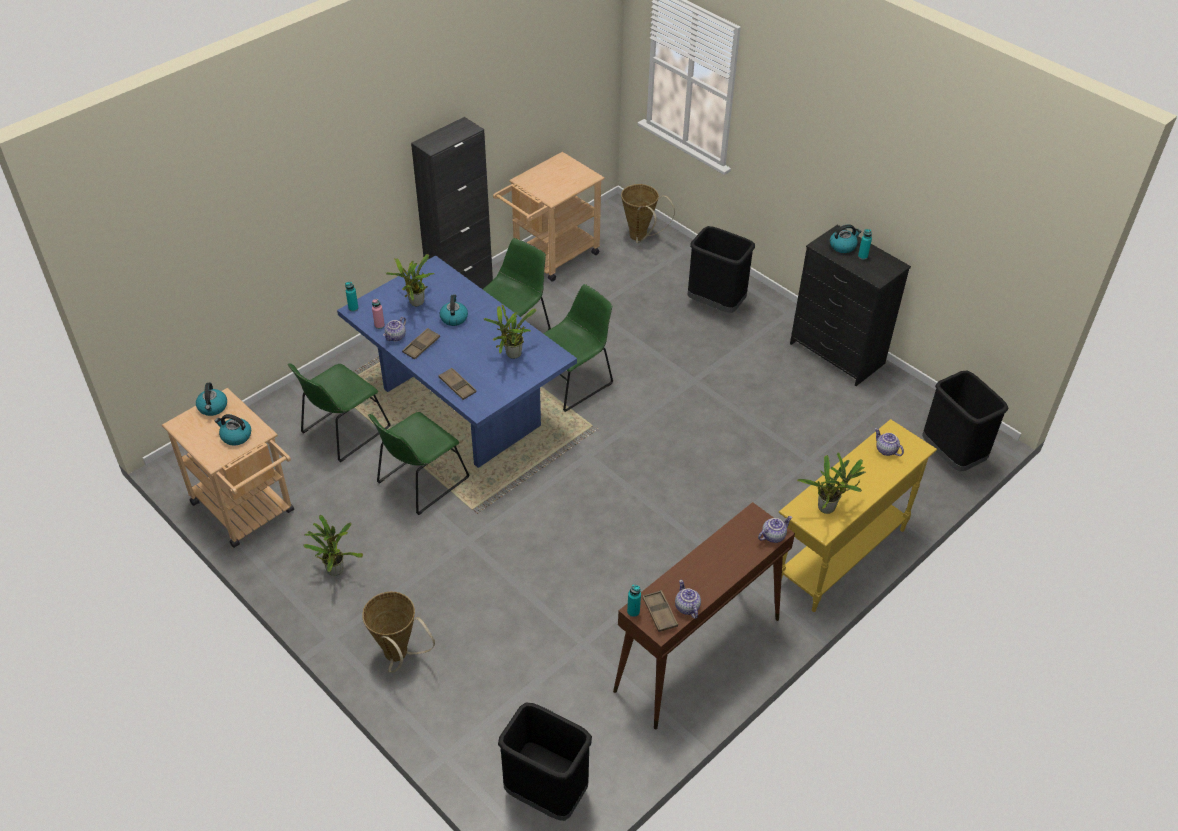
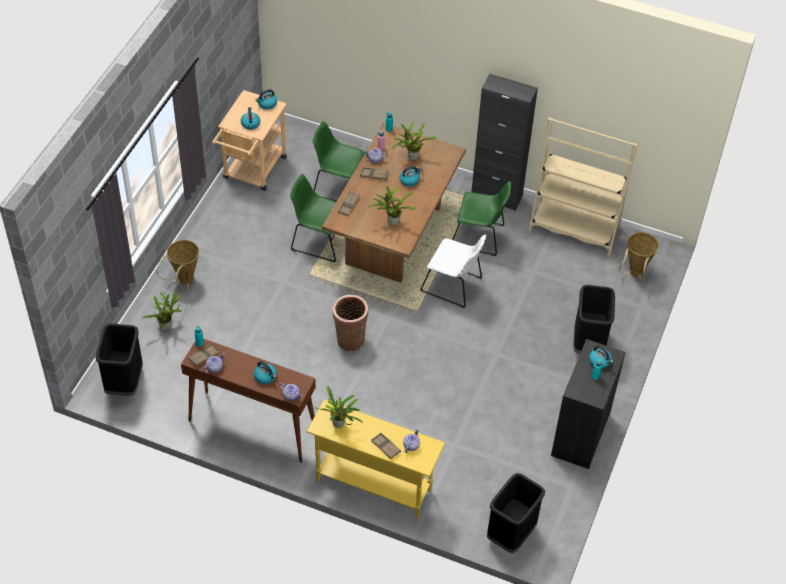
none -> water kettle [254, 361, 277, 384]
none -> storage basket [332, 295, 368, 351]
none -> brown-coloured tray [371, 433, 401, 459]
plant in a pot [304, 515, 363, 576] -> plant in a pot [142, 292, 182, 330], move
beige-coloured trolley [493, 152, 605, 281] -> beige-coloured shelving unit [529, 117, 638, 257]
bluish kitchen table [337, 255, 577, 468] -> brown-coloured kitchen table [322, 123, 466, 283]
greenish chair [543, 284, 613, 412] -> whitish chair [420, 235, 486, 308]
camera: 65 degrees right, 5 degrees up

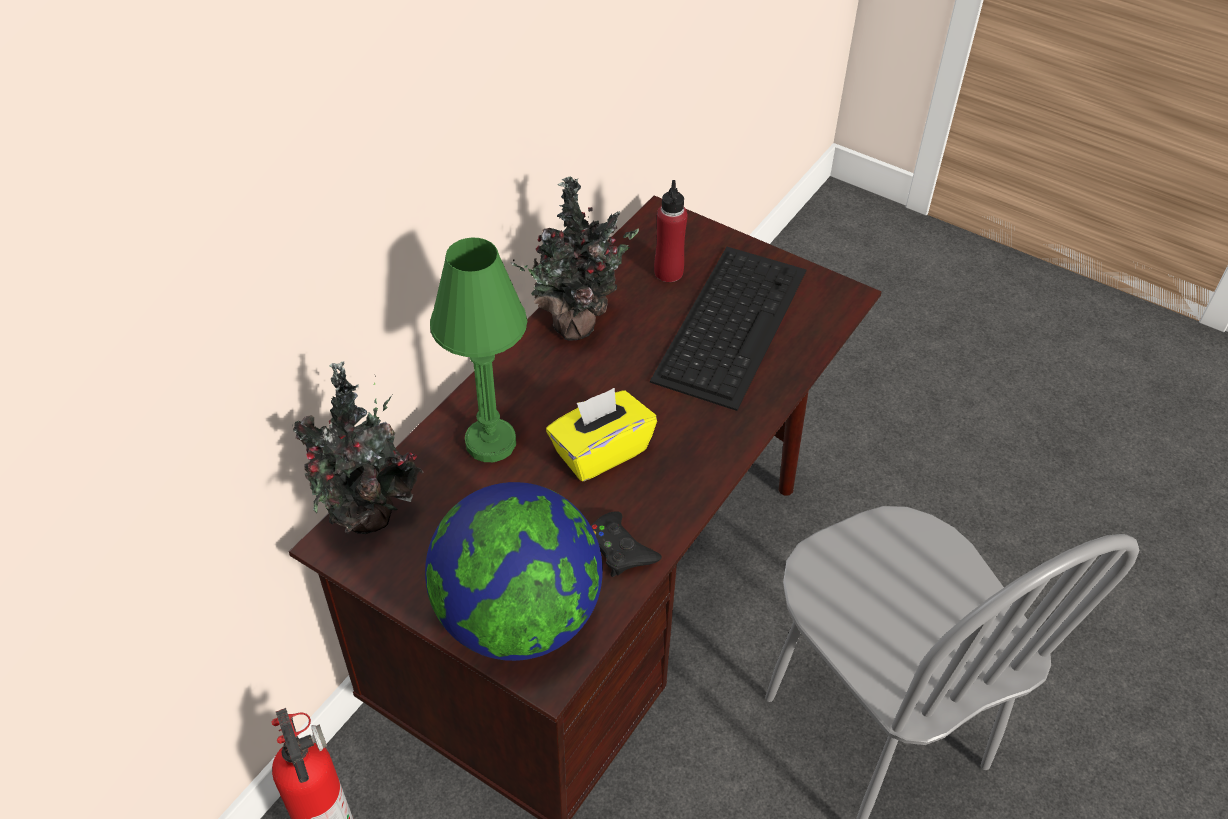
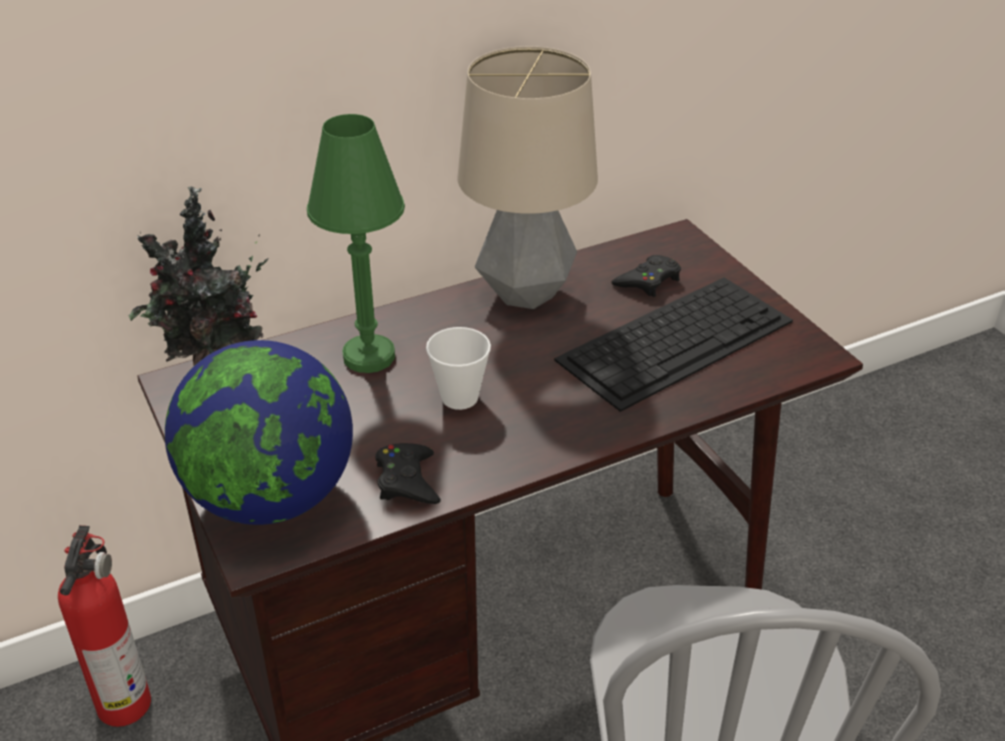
plant in a pot [511, 177, 639, 341] -> tabletop lamp [458, 46, 598, 309]
yellow tissue holder [546, 388, 657, 482] -> small cup [426, 327, 491, 410]
red-coloured drink bottle [654, 180, 688, 282] -> black-coloured joypad [611, 255, 681, 297]
camera: 30 degrees right, 10 degrees down

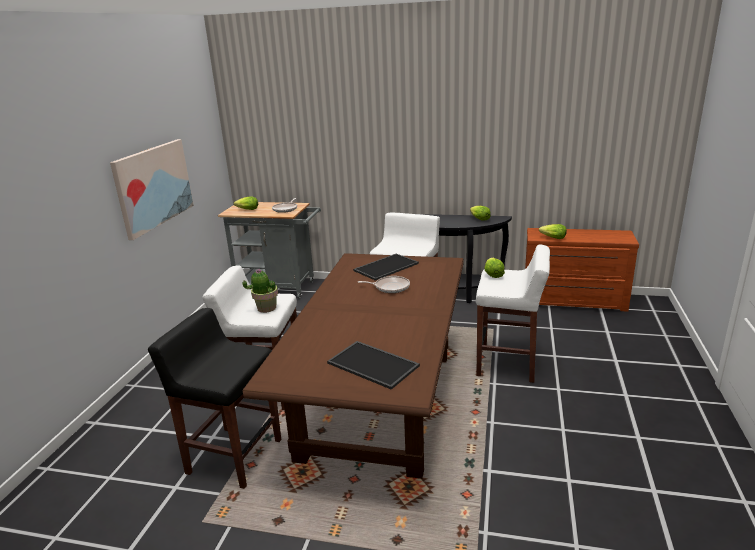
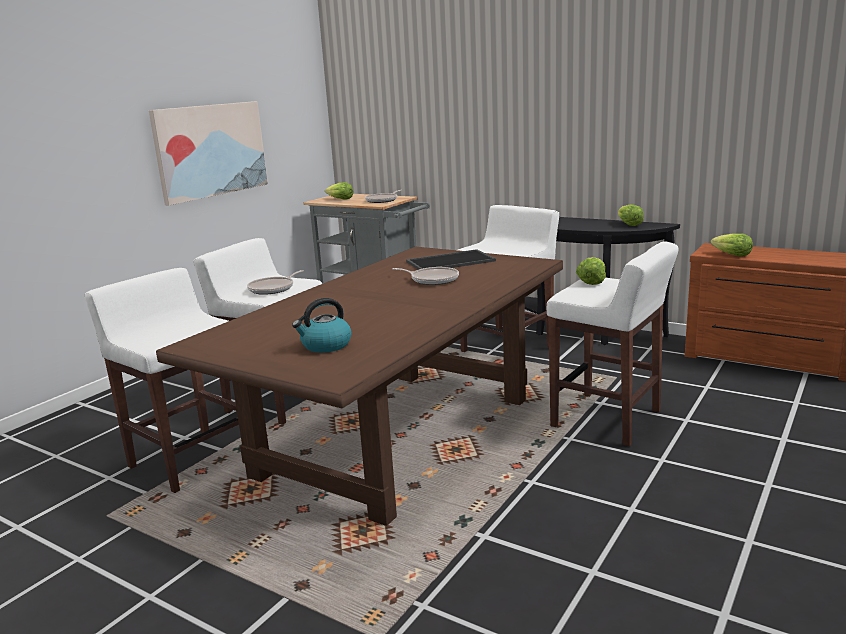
plant in a pot [243, 269, 278, 313] -> frying pan [247, 270, 304, 295]
tray [327, 341, 420, 390] -> water kettle [292, 298, 352, 353]
black-coloured stool seat [148, 308, 281, 489] -> whitish stool seat [84, 268, 239, 493]
camera: 20 degrees right, 5 degrees down

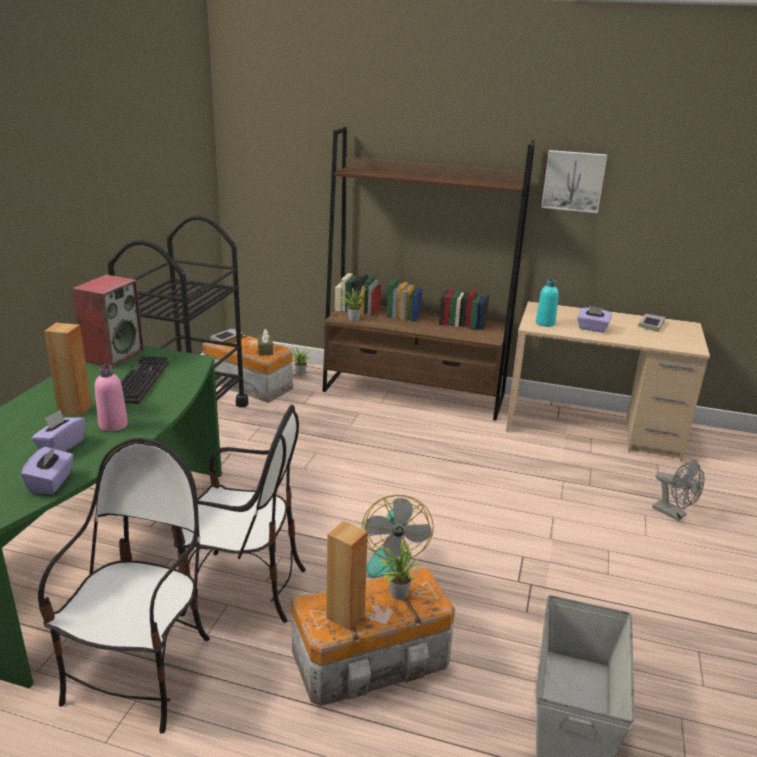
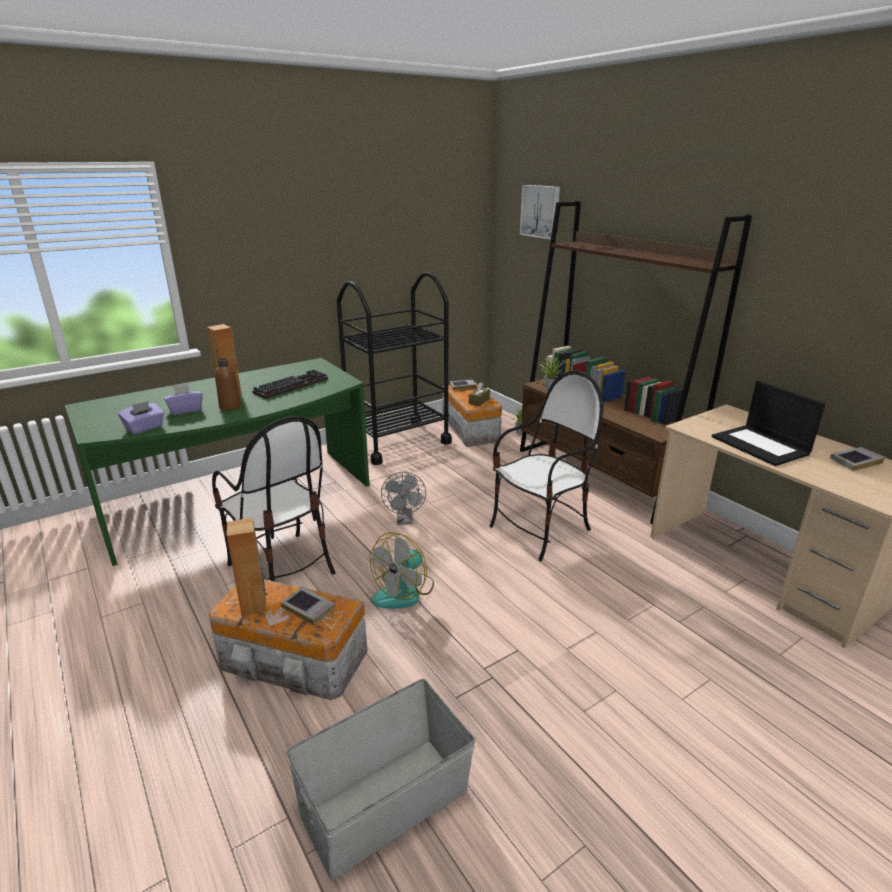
loudspeaker [72, 275, 144, 369] -> none
blue-green drink bottle [536, 279, 559, 327] -> none
chair [38, 438, 210, 734] -> chair [489, 370, 604, 561], move
wall art [541, 150, 607, 213] -> wall art [520, 185, 560, 240], move
greyish fan [652, 460, 705, 521] -> greyish fan [381, 472, 426, 525], move
plant in a pot [378, 538, 420, 600] -> volume [281, 587, 335, 625]
purple tissue holder [578, 306, 612, 333] -> notebook computer [712, 381, 825, 466]
pink drink bottle [95, 365, 128, 432] -> brown-coloured drink bottle [215, 358, 241, 411]
camera: 40 degrees right, 0 degrees up

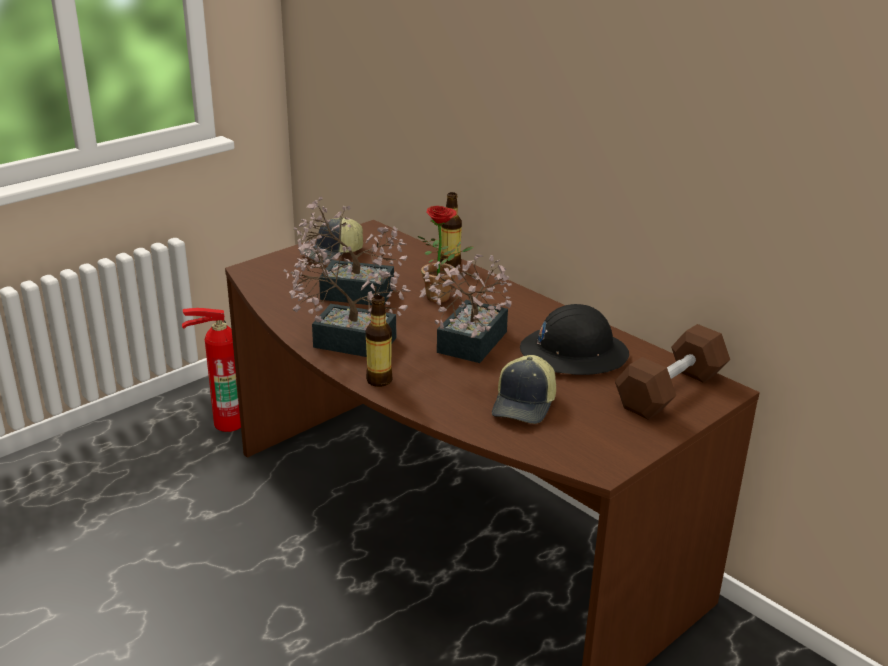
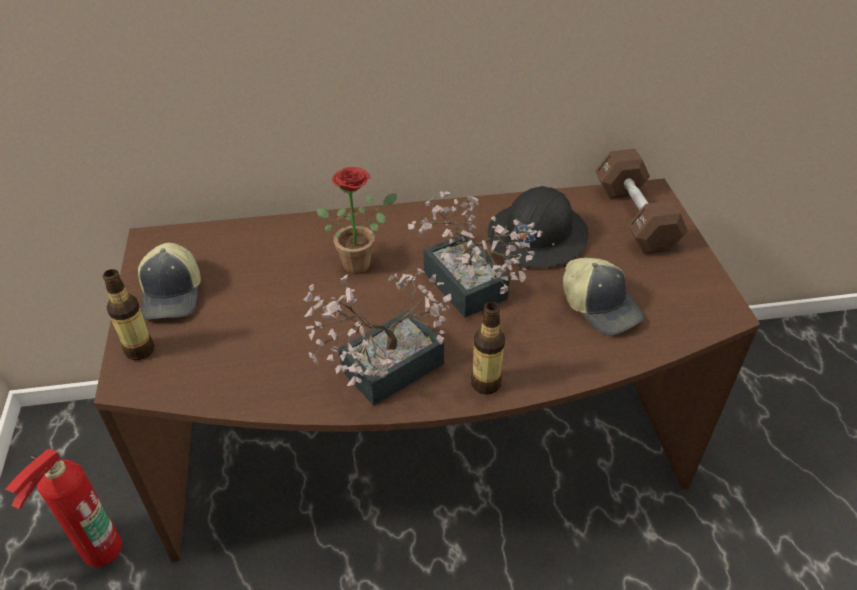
plant in a pot [294, 196, 408, 305] -> none
drink bottle [440, 192, 462, 268] -> drink bottle [102, 269, 154, 360], move
camera: 55 degrees left, 15 degrees up

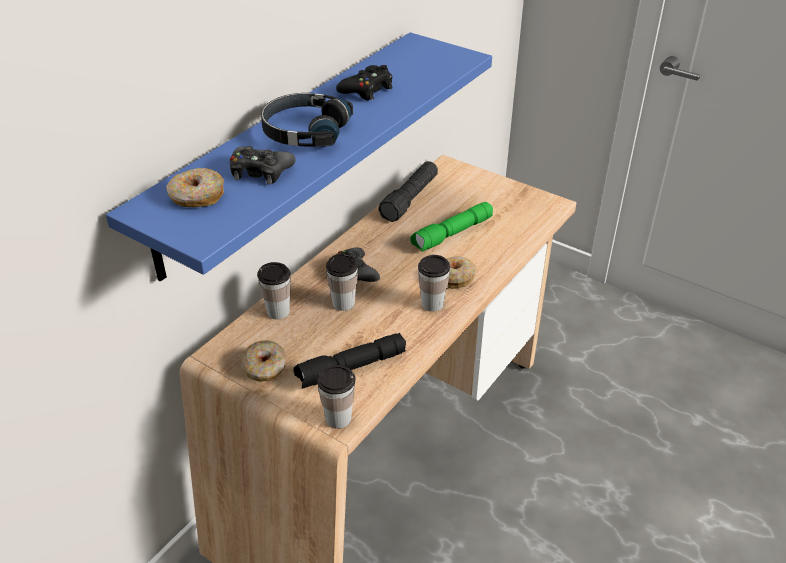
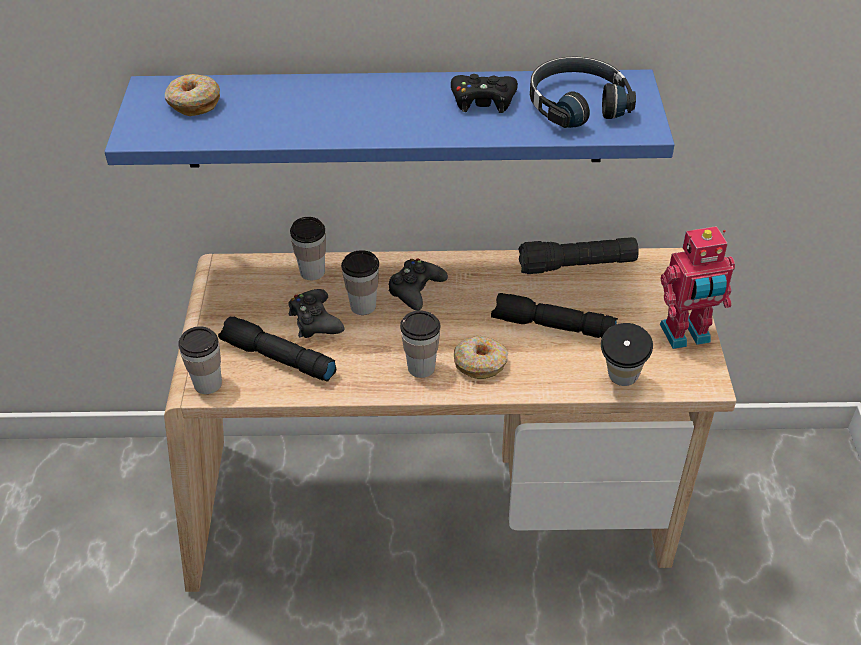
ring doughnut [241, 340, 286, 382] -> none
none -> small cup [601, 323, 653, 386]
none -> toy robot [660, 226, 735, 349]
black-coloured joypad [230, 146, 296, 185] -> black-coloured joypad [289, 289, 344, 338], move
black-coloured pair of headphones [261, 93, 353, 146] -> black-coloured pair of headphones [530, 57, 636, 128], move
greenish hand torch [410, 202, 493, 252] -> black-coloured hand torch [491, 293, 618, 338]
camera: 55 degrees right, 5 degrees up

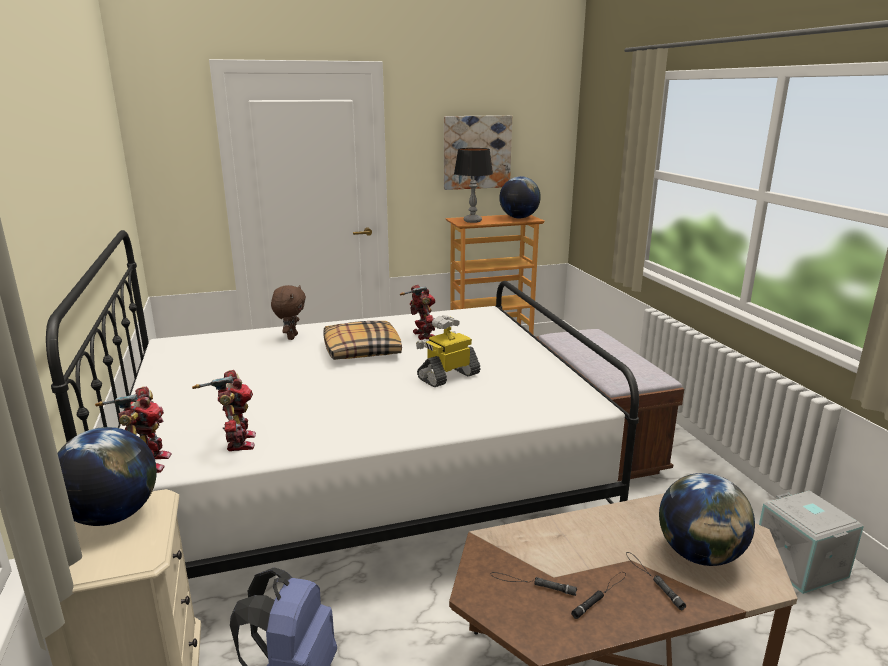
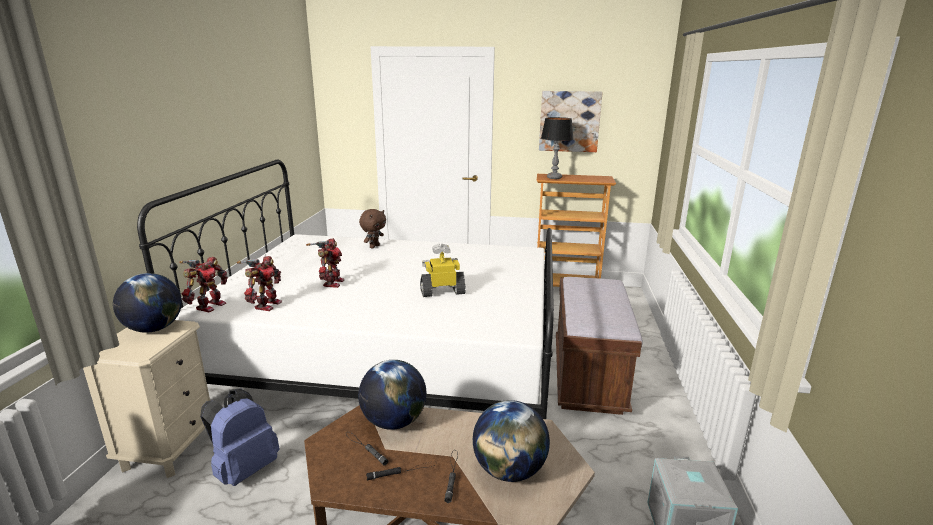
throw pillow [323, 321, 402, 360] -> none
toy robot [400, 285, 435, 340] -> toy robot [306, 238, 344, 288], move
desk globe [499, 176, 541, 218] -> desk globe [358, 360, 427, 430], move
camera: 25 degrees right, 0 degrees up

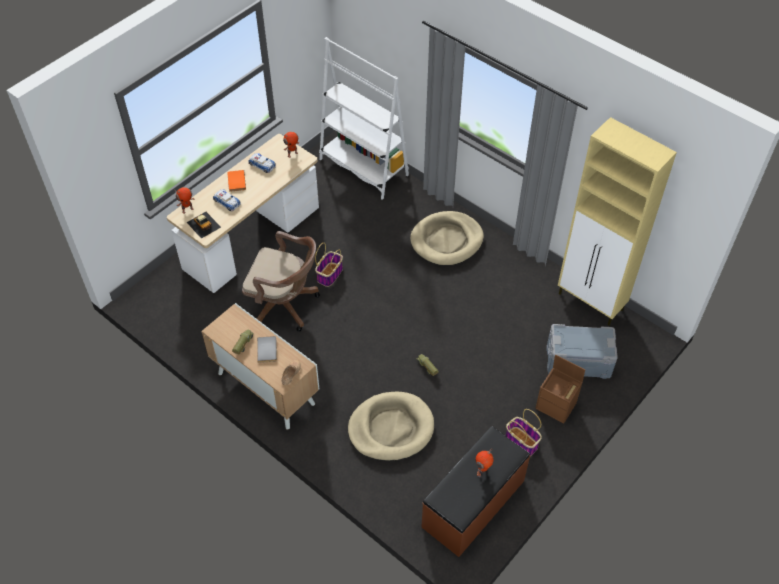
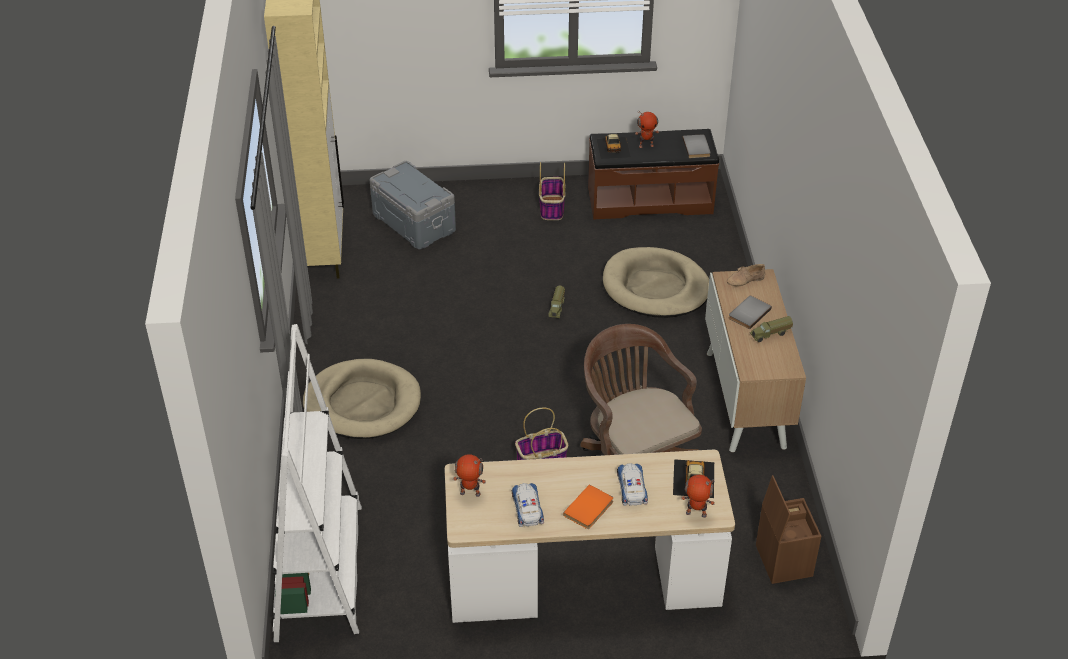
none -> miniature car [596, 134, 631, 159]
none -> greyish volume [682, 134, 711, 158]
brown-coloured storage box [535, 354, 585, 424] -> brown-coloured storage box [756, 475, 821, 584], move
camera: 135 degrees left, 10 degrees down

